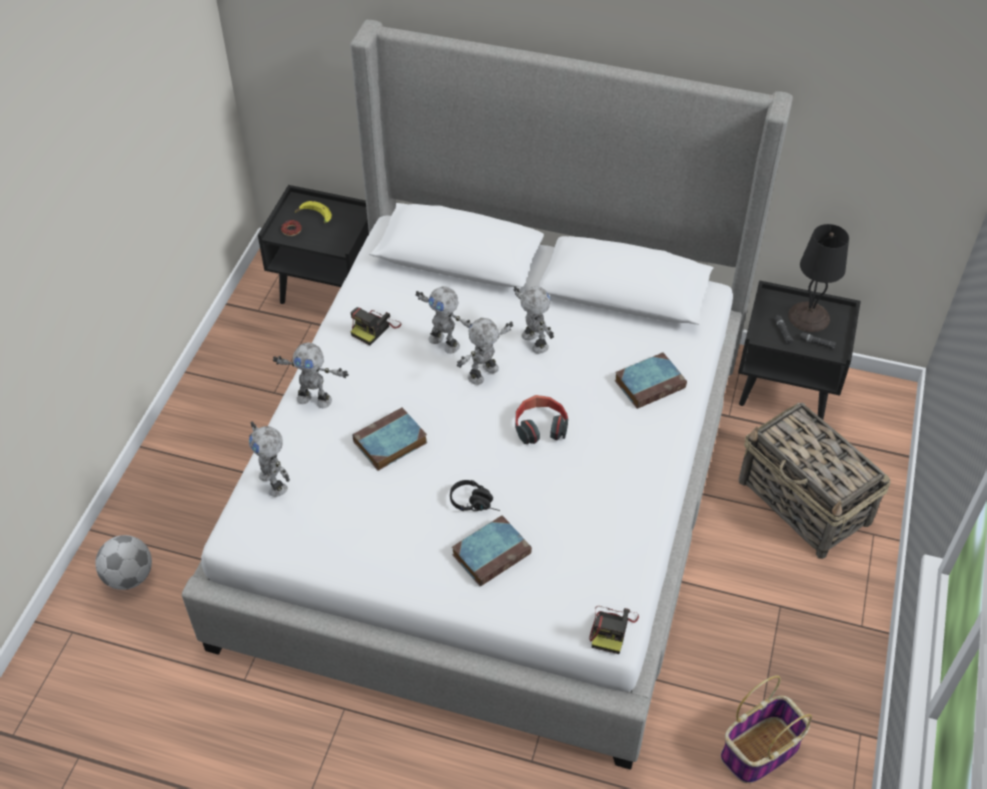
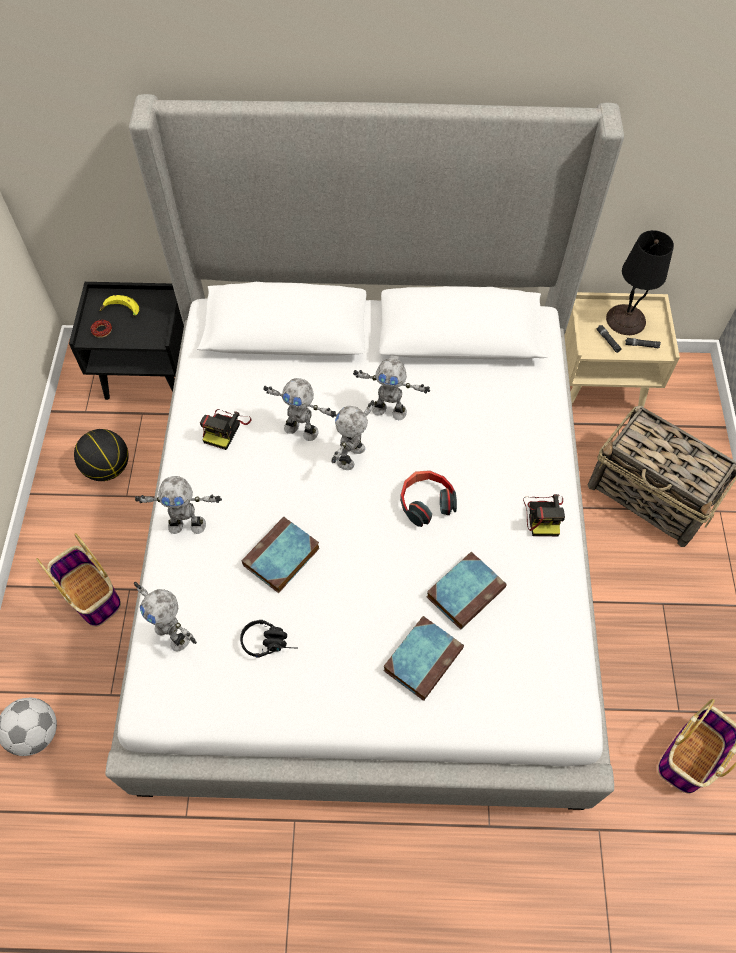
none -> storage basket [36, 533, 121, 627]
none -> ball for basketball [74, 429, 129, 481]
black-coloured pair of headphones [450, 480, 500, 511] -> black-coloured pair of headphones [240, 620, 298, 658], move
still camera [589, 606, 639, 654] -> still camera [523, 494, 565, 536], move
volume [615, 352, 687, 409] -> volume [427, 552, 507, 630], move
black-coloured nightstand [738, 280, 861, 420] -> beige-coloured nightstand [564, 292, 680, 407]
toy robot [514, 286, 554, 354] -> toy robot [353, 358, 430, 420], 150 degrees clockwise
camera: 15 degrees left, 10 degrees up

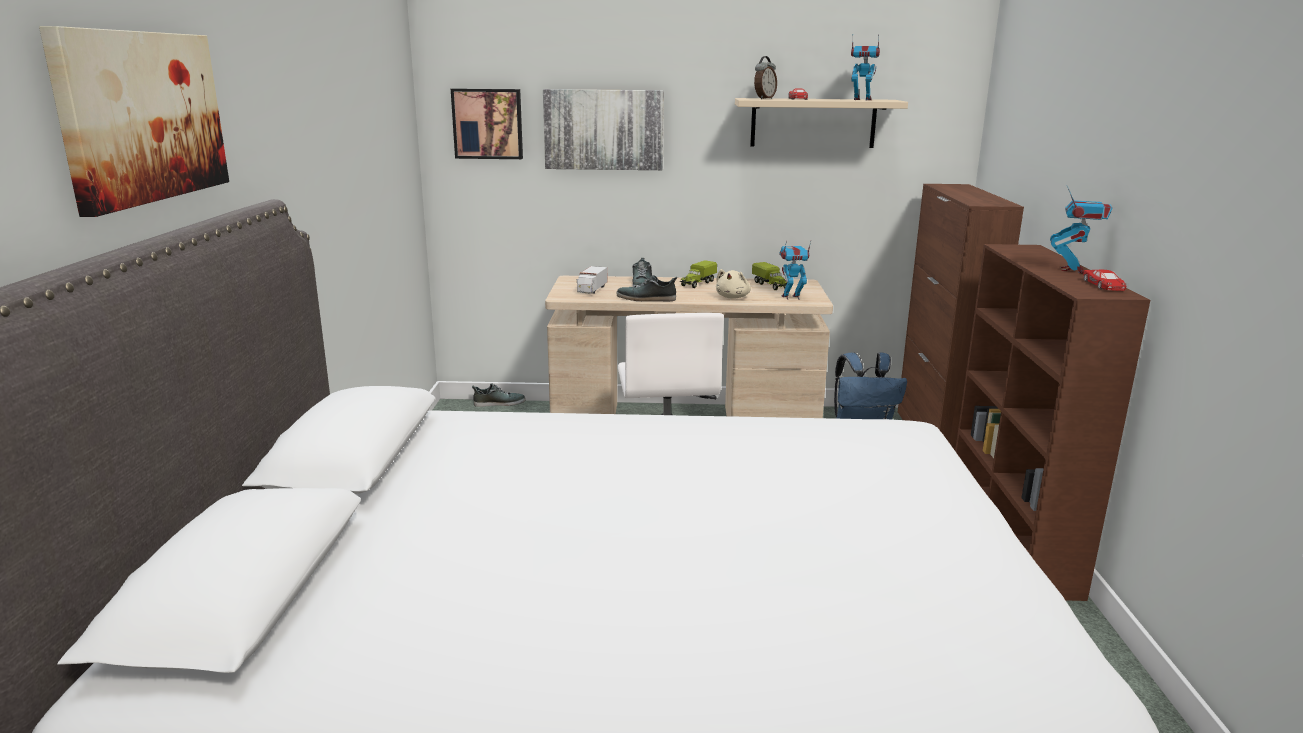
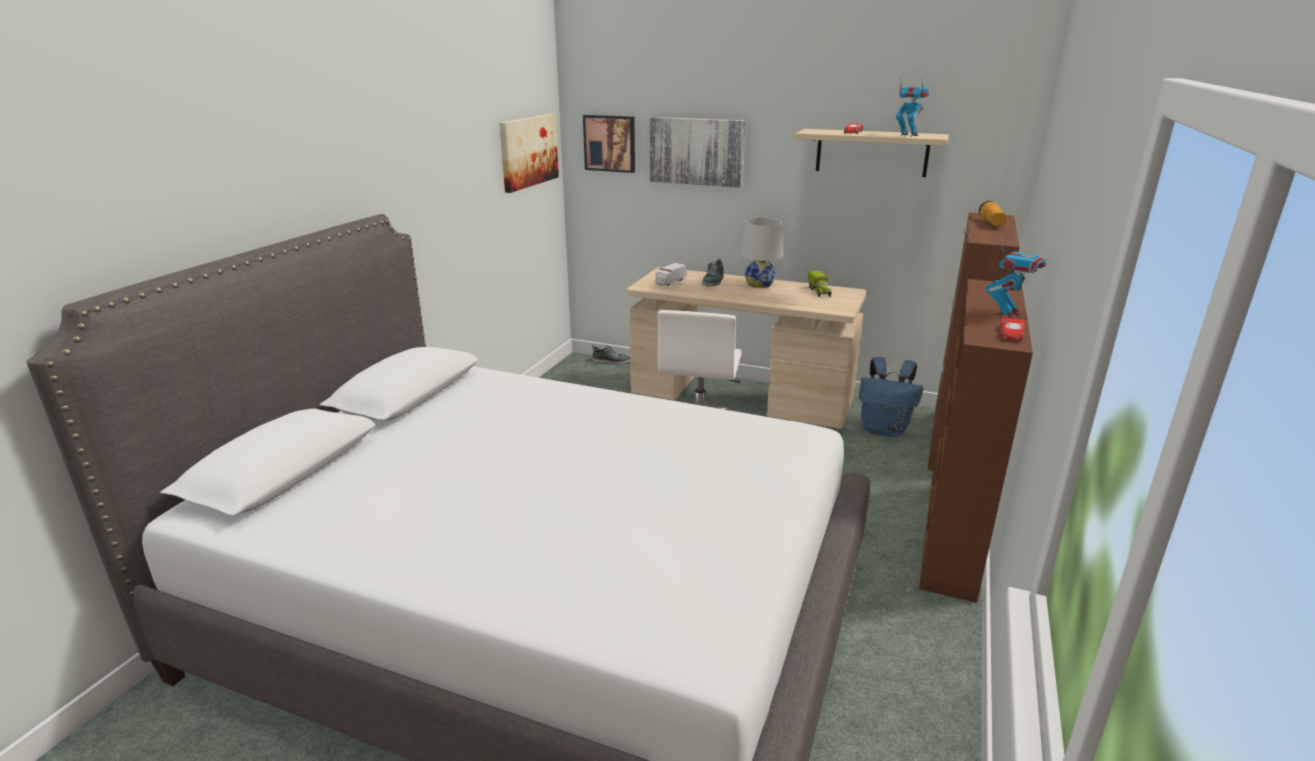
item of footwear [616, 275, 677, 301] -> none
beige-coloured cuddly toy [716, 269, 751, 299] -> none
table clock [754, 56, 777, 99] -> none
toy robot [779, 241, 811, 300] -> none
none -> hand torch [979, 201, 1007, 227]
wall art [39, 26, 229, 217] -> wall art [499, 114, 559, 193], move
toy truck [680, 260, 717, 288] -> whitish tabletop lamp [739, 218, 783, 288]
camera: 20 degrees right, 5 degrees up

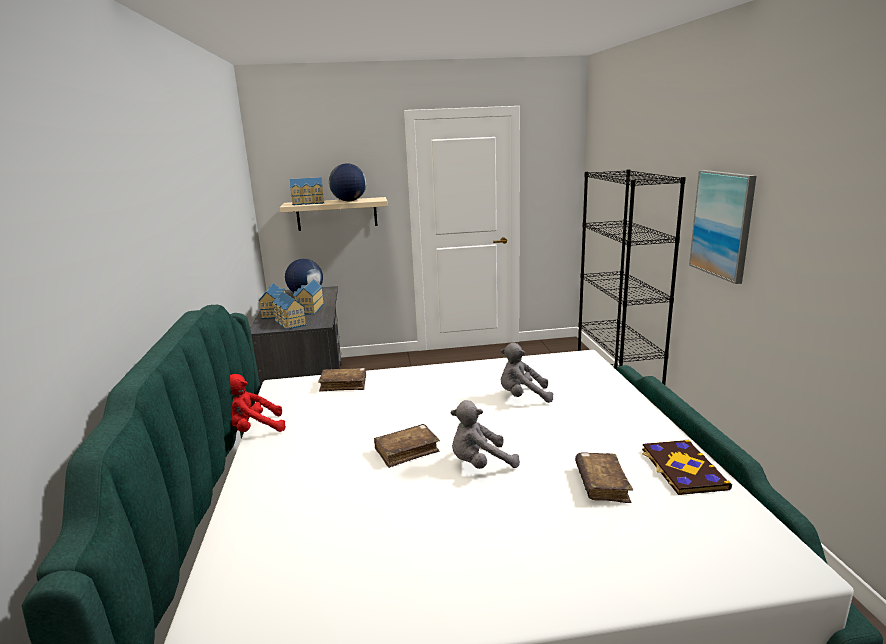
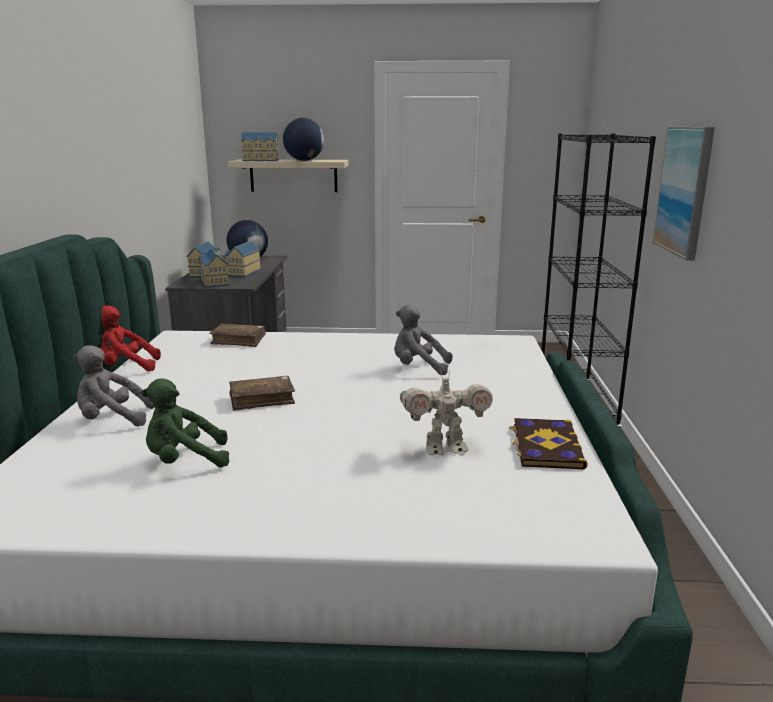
none -> greenish cuddly toy [141, 378, 229, 468]
greyish cuddly toy [451, 400, 520, 469] -> greyish cuddly toy [73, 345, 154, 427], move
brown-coloured volume [575, 452, 633, 503] -> toy robot [400, 370, 493, 455]
camera: 10 degrees right, 0 degrees up

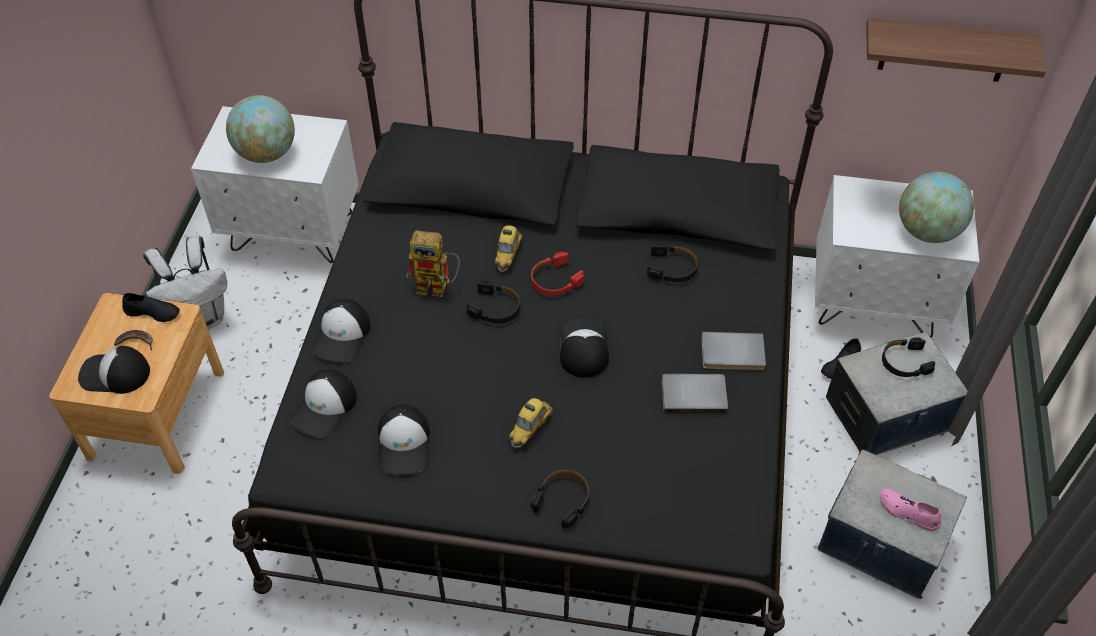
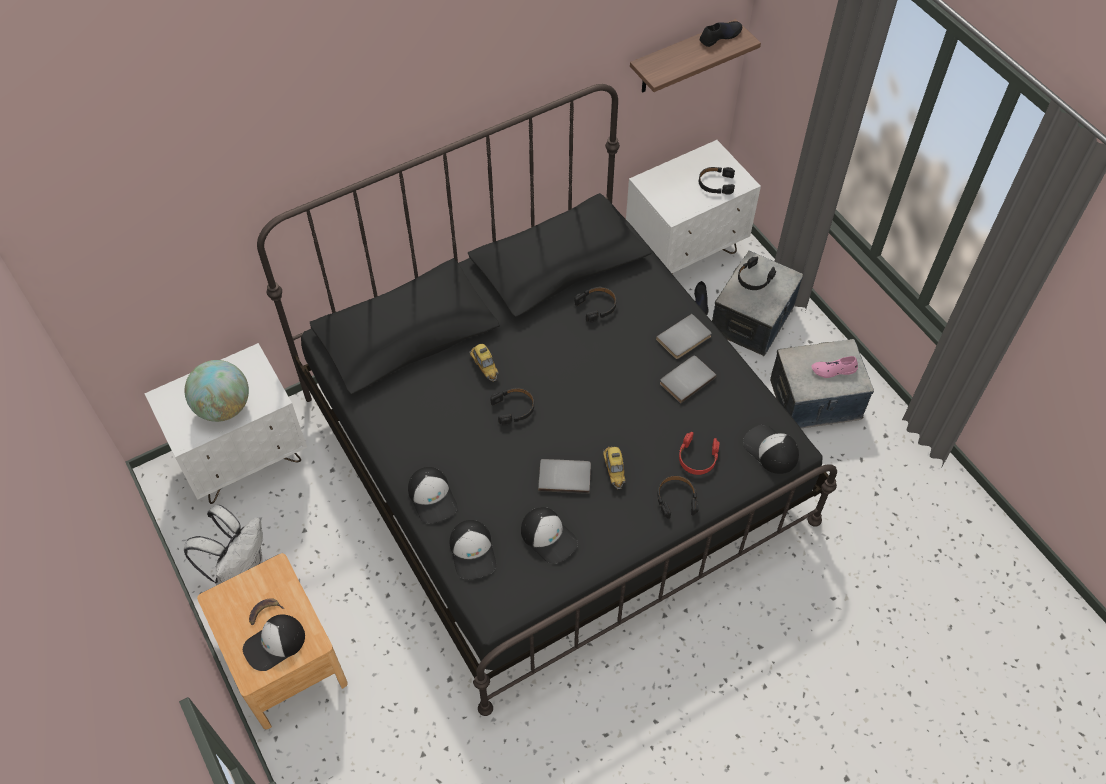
toy robot [406, 231, 460, 297] -> none
none -> greyish volume [538, 459, 591, 494]
black-coloured item of footwear [122, 293, 180, 322] -> black-coloured item of footwear [700, 21, 742, 47], move
red-coloured pair of headphones [531, 252, 585, 296] -> red-coloured pair of headphones [679, 432, 719, 475], move
cap [560, 318, 609, 378] -> cap [743, 425, 799, 474], move
desk globe [899, 172, 974, 243] -> black-coloured pair of headphones [699, 167, 735, 195]
camera: 40 degrees left, 5 degrees up

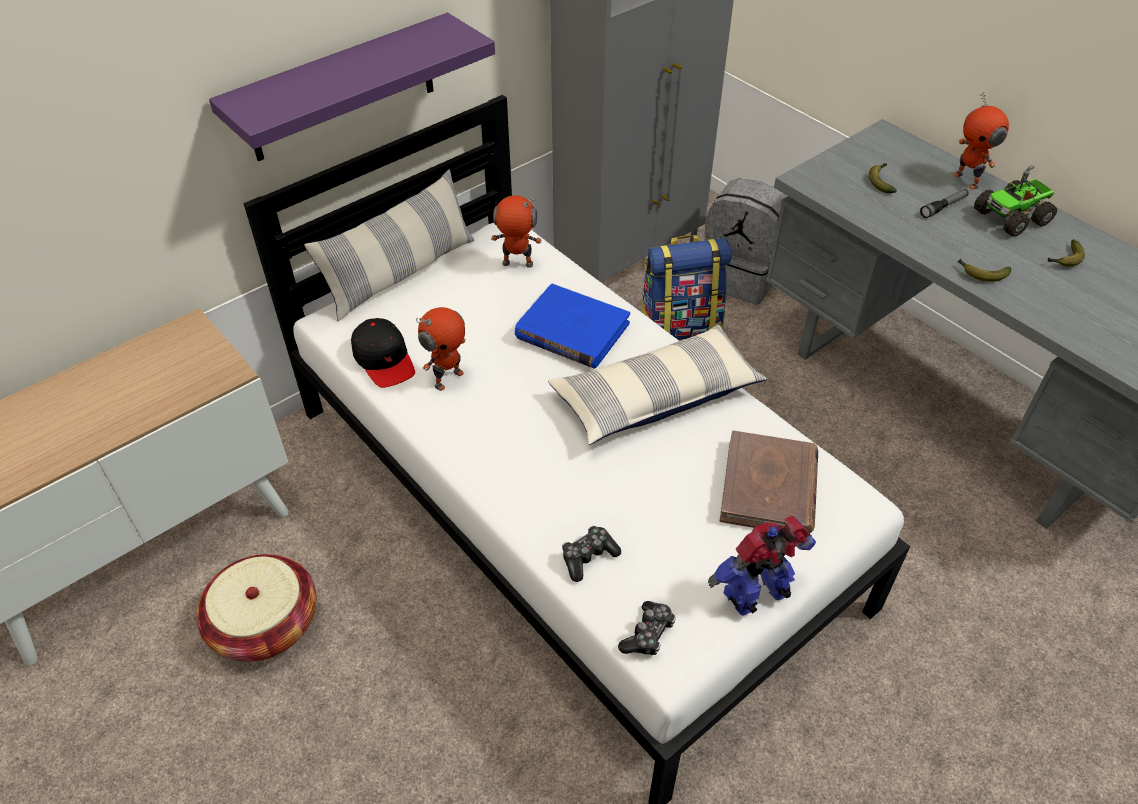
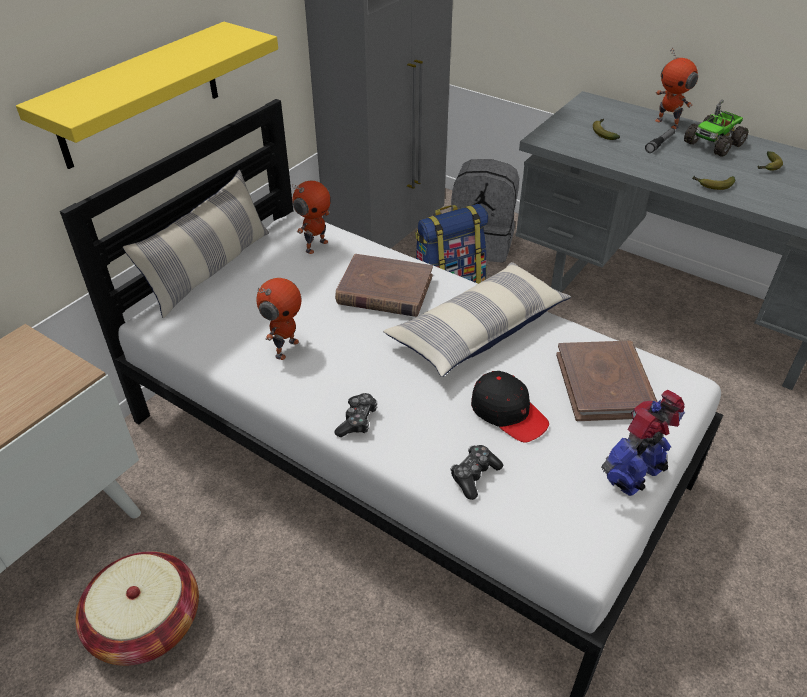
black-coloured cap [351, 318, 415, 388] -> black-coloured cap [471, 371, 549, 443], move
joypad [618, 601, 676, 655] -> joypad [334, 393, 377, 437], move
purple wall shelf [209, 13, 495, 161] -> yellow wall shelf [16, 22, 278, 169]
bluish volume [515, 284, 630, 368] -> brown-coloured volume [335, 254, 433, 317]
toy robot [491, 195, 542, 268] -> toy robot [292, 181, 330, 254], 135 degrees clockwise
camera: 15 degrees left, 5 degrees down

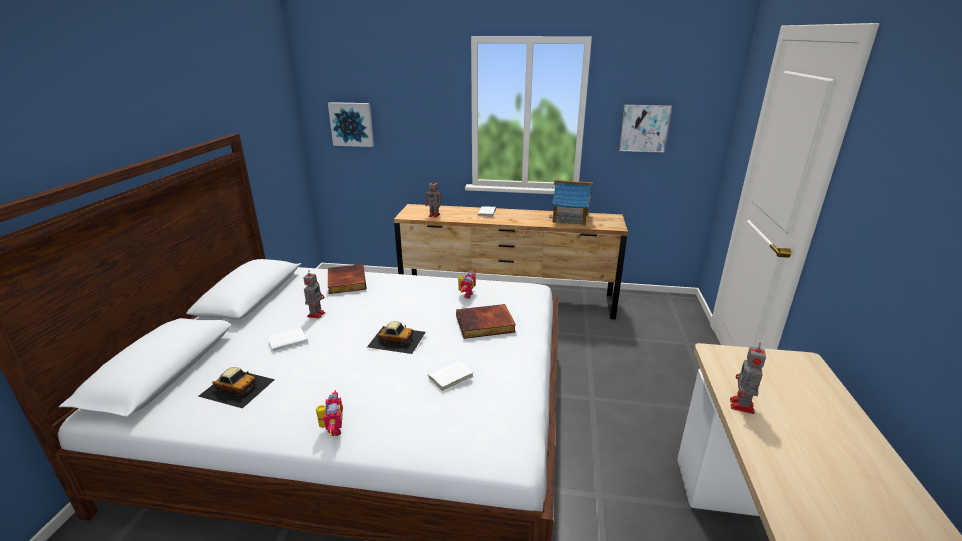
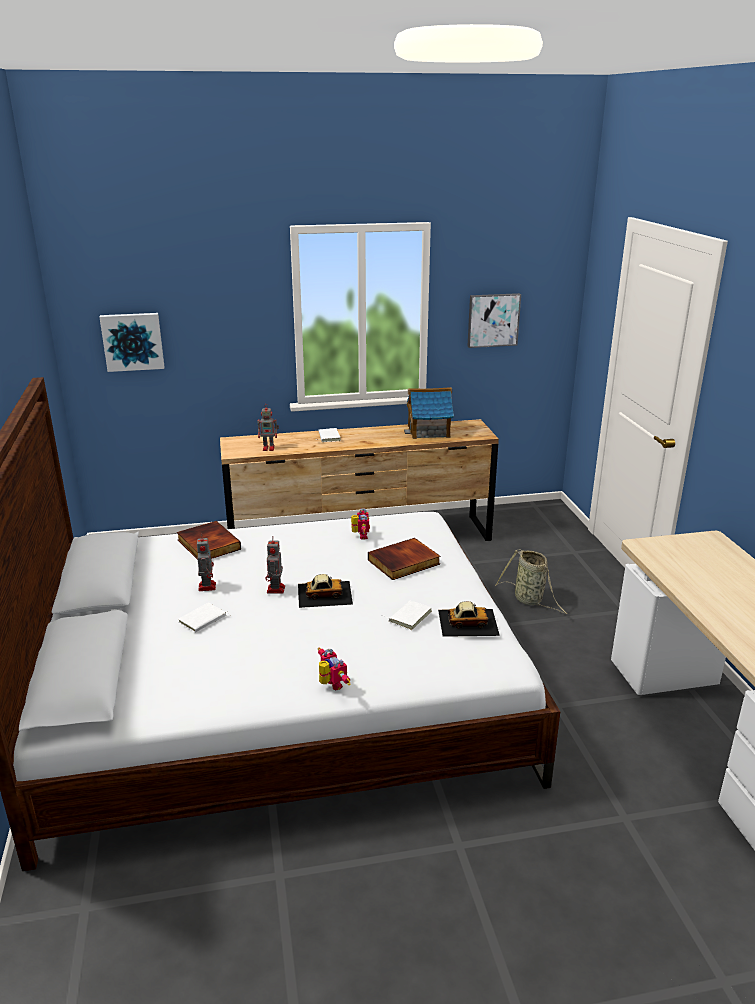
none -> storage basket [495, 549, 568, 614]
miniature car [198, 367, 275, 409] -> miniature car [438, 601, 500, 637], move
toy robot [730, 343, 766, 414] -> toy robot [265, 536, 285, 594], move
camera: 20 degrees left, 0 degrees up

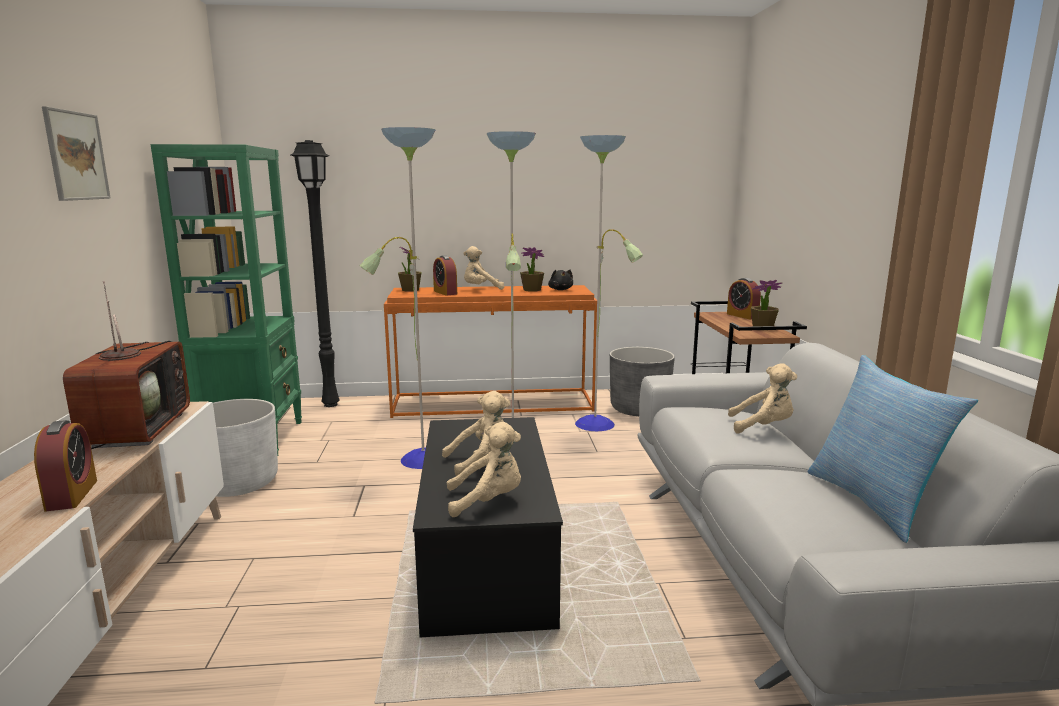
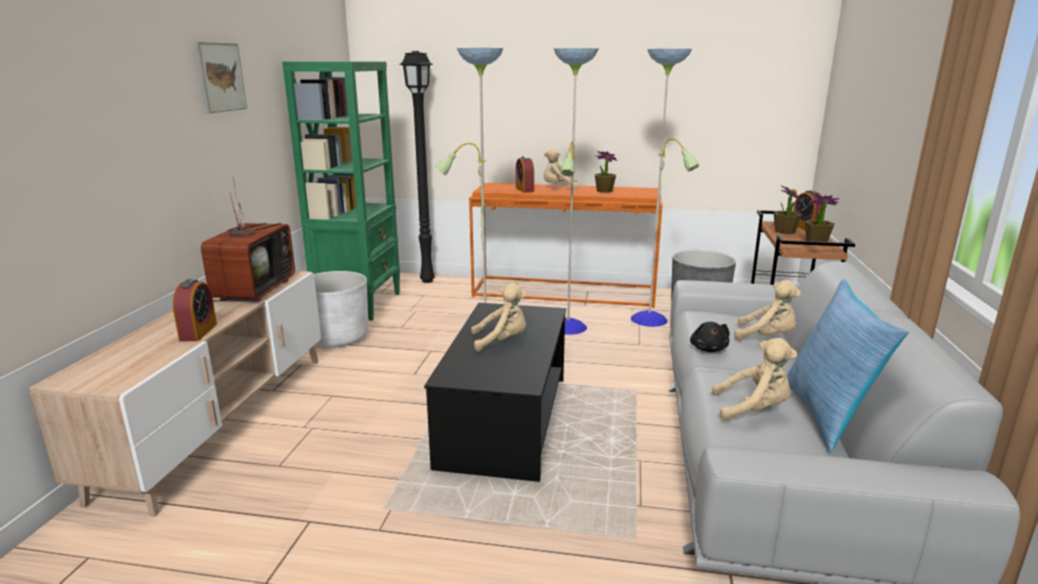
plant in a pot [398, 247, 421, 292] -> plant in a pot [774, 185, 802, 234], move
beige-coloured cuddly toy [447, 422, 521, 517] -> beige-coloured cuddly toy [712, 338, 797, 422], move
black-coloured cuddly toy [548, 269, 573, 290] -> black-coloured cuddly toy [690, 322, 729, 352], move
camera: 15 degrees right, 5 degrees up

